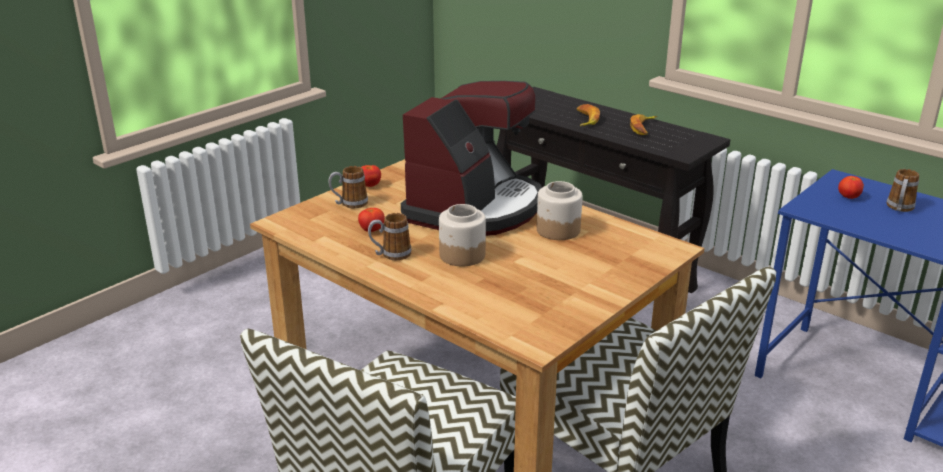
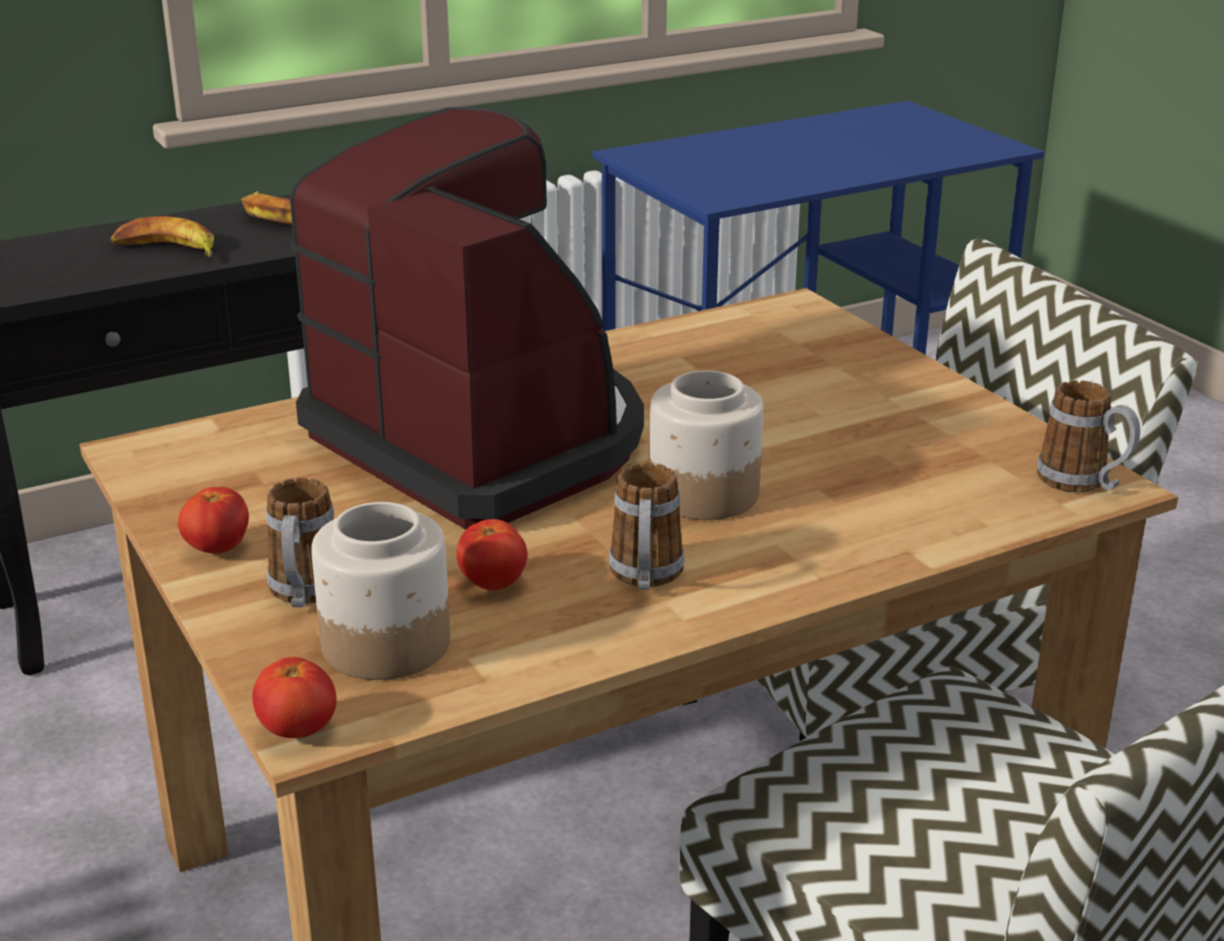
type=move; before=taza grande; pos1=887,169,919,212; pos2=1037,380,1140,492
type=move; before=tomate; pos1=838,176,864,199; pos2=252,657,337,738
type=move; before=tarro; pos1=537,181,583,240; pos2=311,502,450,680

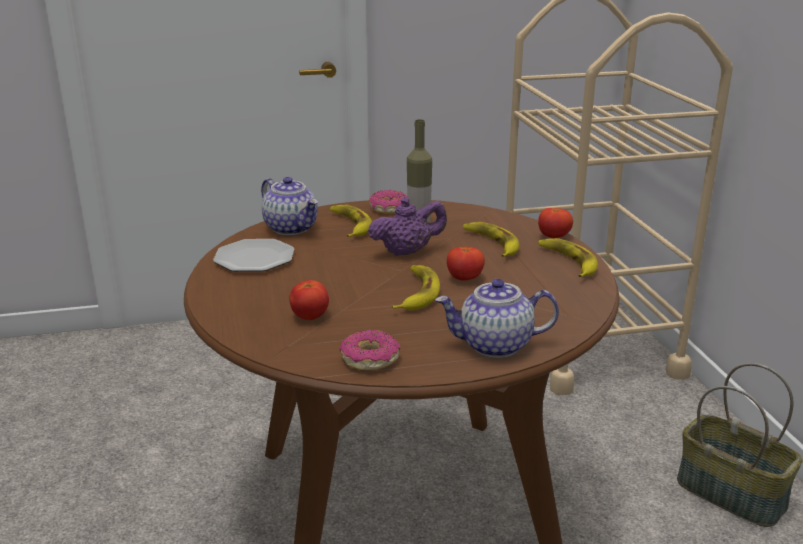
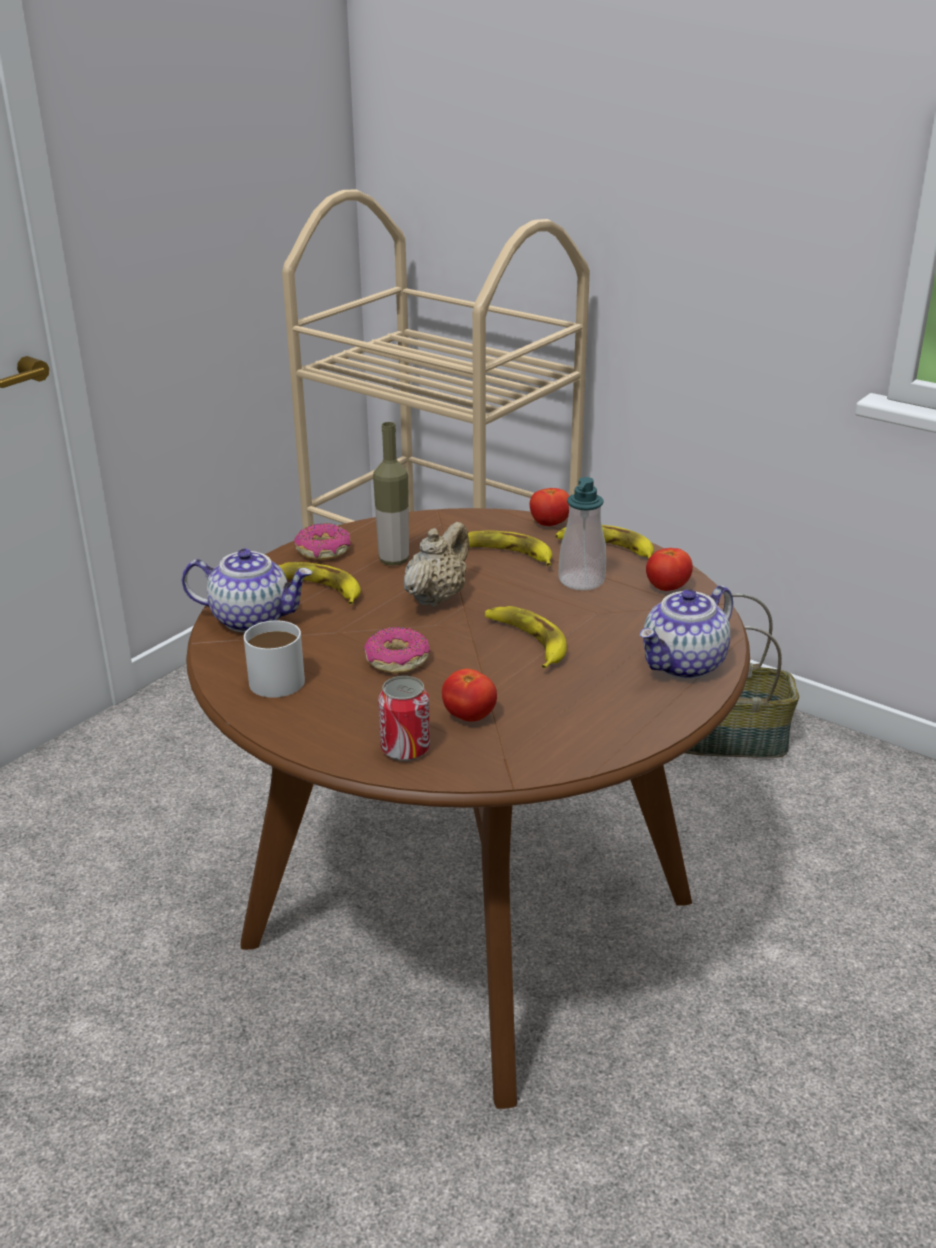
type=recolor; before=tetera (morado); after=tetera (beis); pos1=368,197,447,256; pos2=404,522,469,607
type=replace; before=plato; after=taza grande (blanco); pos1=213,239,295,272; pos2=244,620,305,698
type=move; before=tomate; pos1=447,247,485,281; pos2=646,548,693,591
type=move; before=rosquilla; pos1=339,330,400,370; pos2=363,627,430,673
type=insert; after=dispensador de jabón; pos2=558,477,606,590
type=insert; after=lata; pos2=378,676,430,761

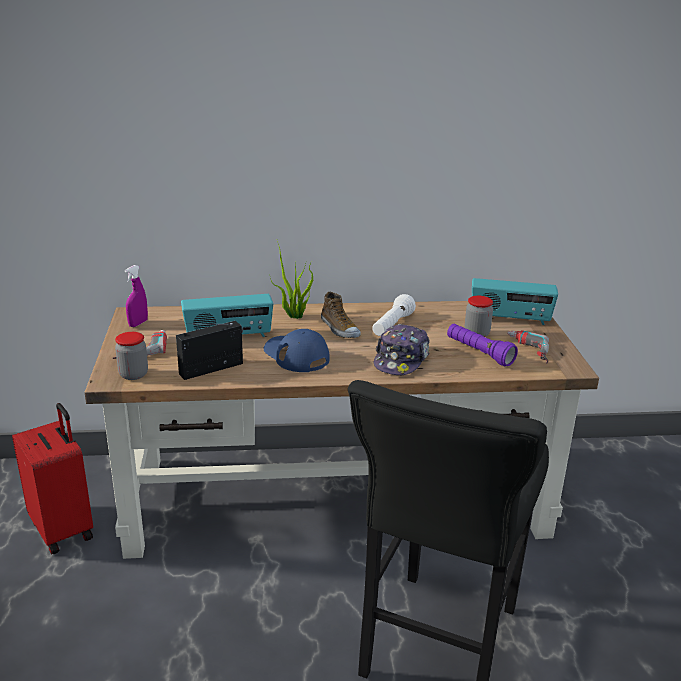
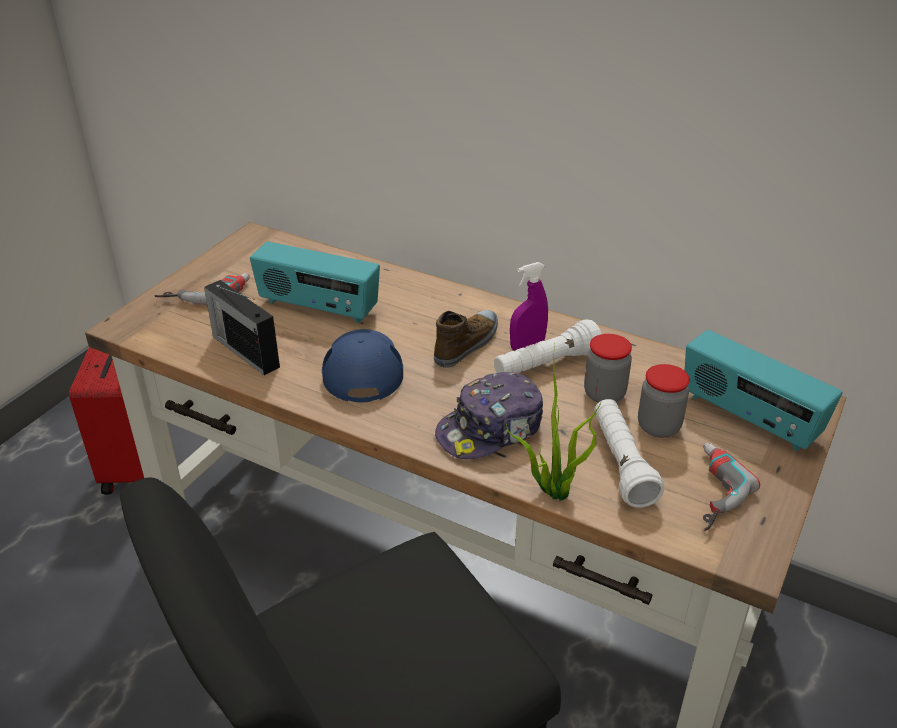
type=move; before=planta en maceta; pos1=270,241,313,319; pos2=505,344,602,501
type=move; before=pulverizador (morado); pos1=125,265,148,327; pos2=510,262,548,351
type=rotate; before=zapato; pos1=321,292,361,338; pos2=434,310,498,368; turn=-150
type=rotate; before=radio; pos1=176,321,243,380; pos2=204,280,280,375; turn=-135
type=recolor; before=linterna (morado); after=linterna (blanco); pos1=447,324,518,366; pos2=594,399,664,508
type=move; before=tarro; pos1=115,332,148,380; pos2=584,334,632,403

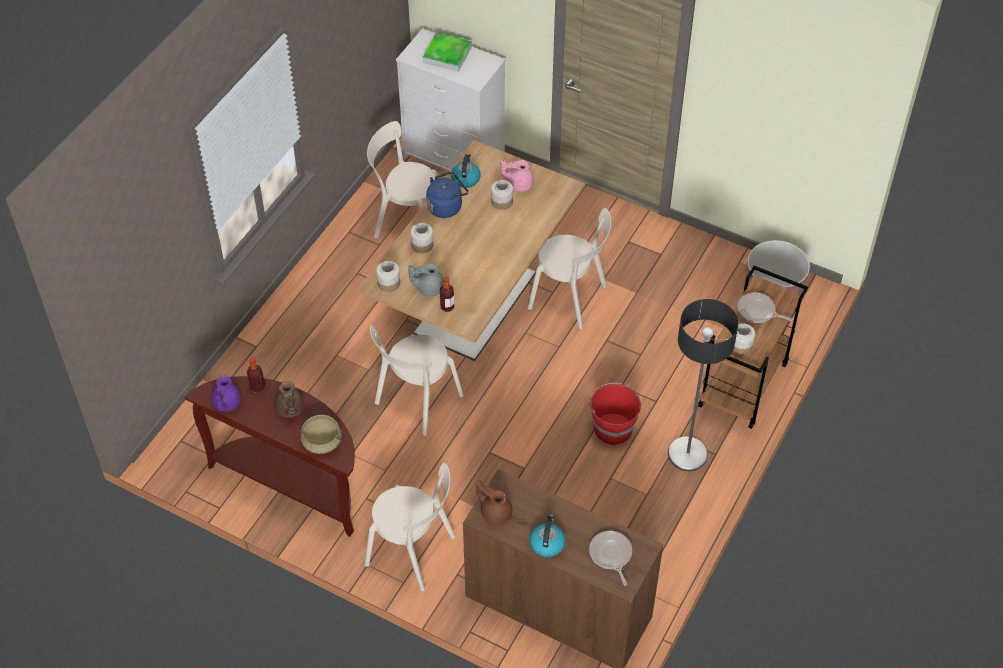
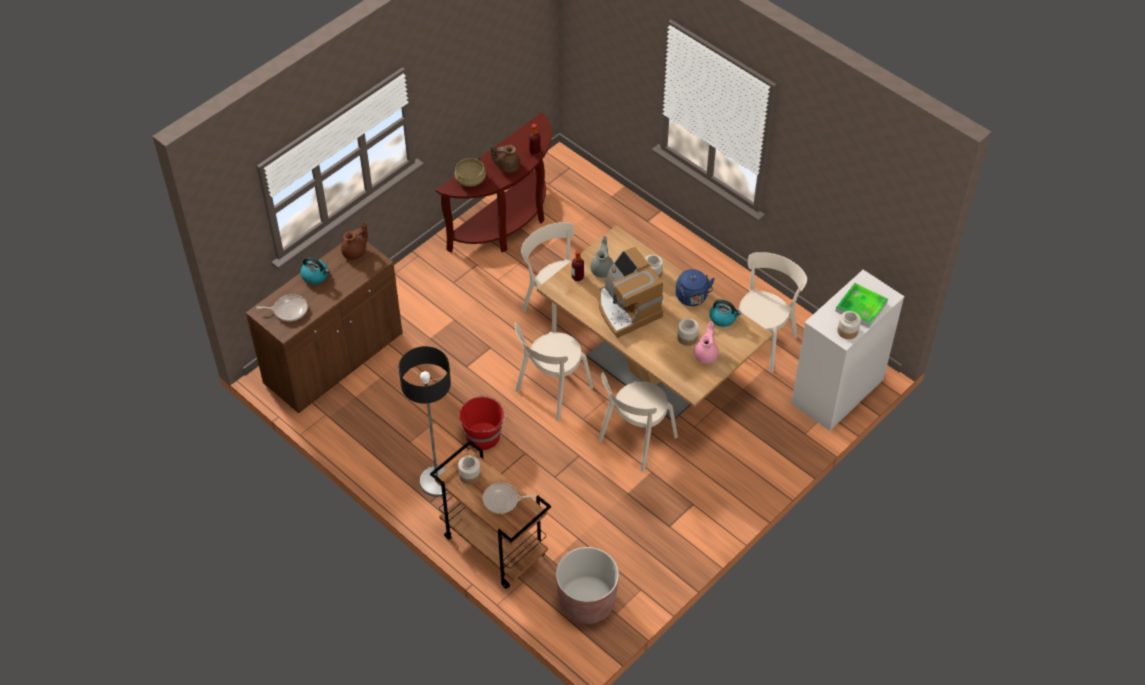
type=move; before=tarro; pos1=376,261,400,292; pos2=837,311,861,339
type=rotate; before=sartén; pos1=738,293,793,323; pos2=482,483,537,514; turn=-135
type=delete; before=tetera (morado); pos1=211,376,241,411
type=move; before=silla (beis); pos1=364,463,455,591; pos2=515,322,593,421
type=insert; after=cafetera; pos2=598,247,663,338

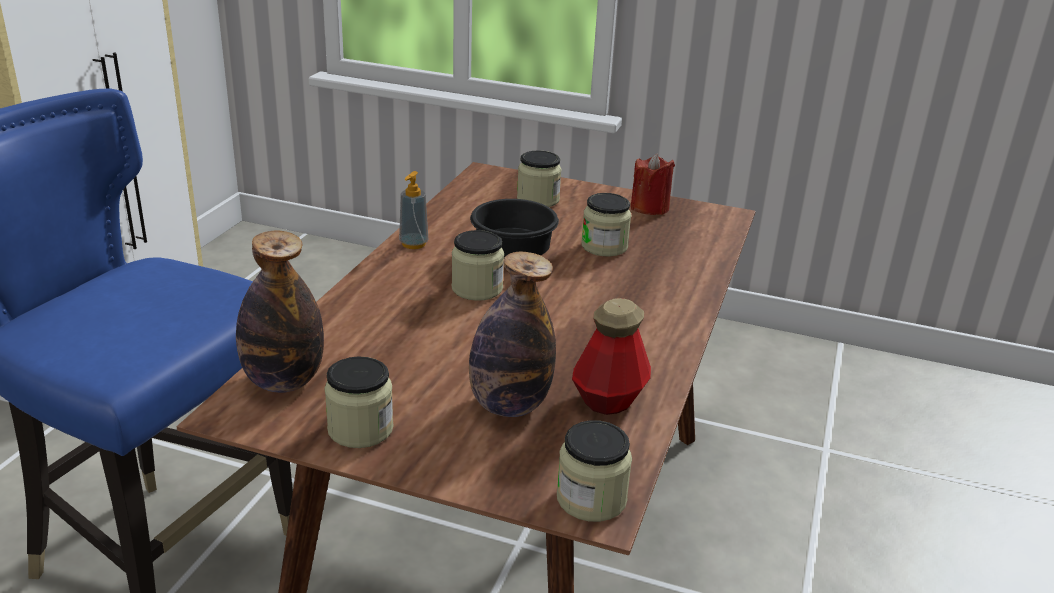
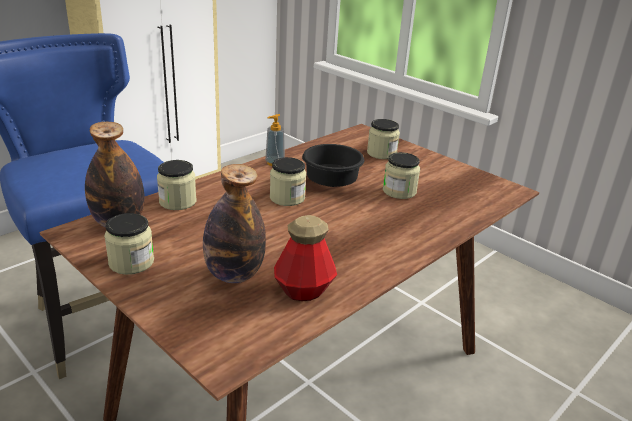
type=delete; before=vela (rojo); pos1=631,153,675,215
type=move; before=tarro; pos1=557,420,632,522; pos2=157,160,197,210

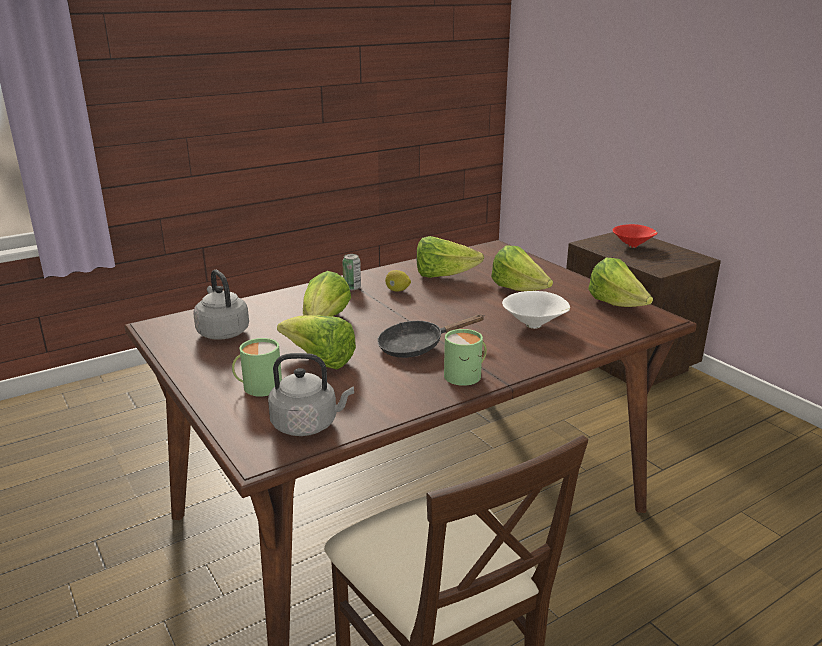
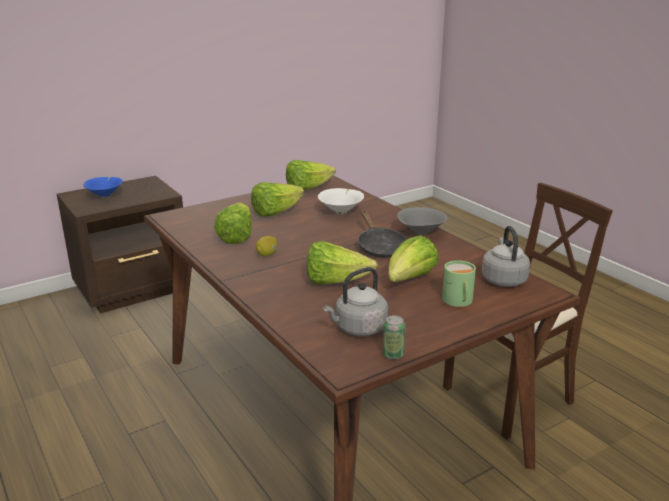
type=recolor; before=cuenco (rojo); after=cuenco (azul); pos1=613,224,657,248; pos2=83,177,123,198
type=move; before=lata; pos1=342,254,361,290; pos2=383,315,406,359
type=replace; before=taza grande (verde); after=cuenco (gris); pos1=444,329,487,386; pos2=397,207,448,235

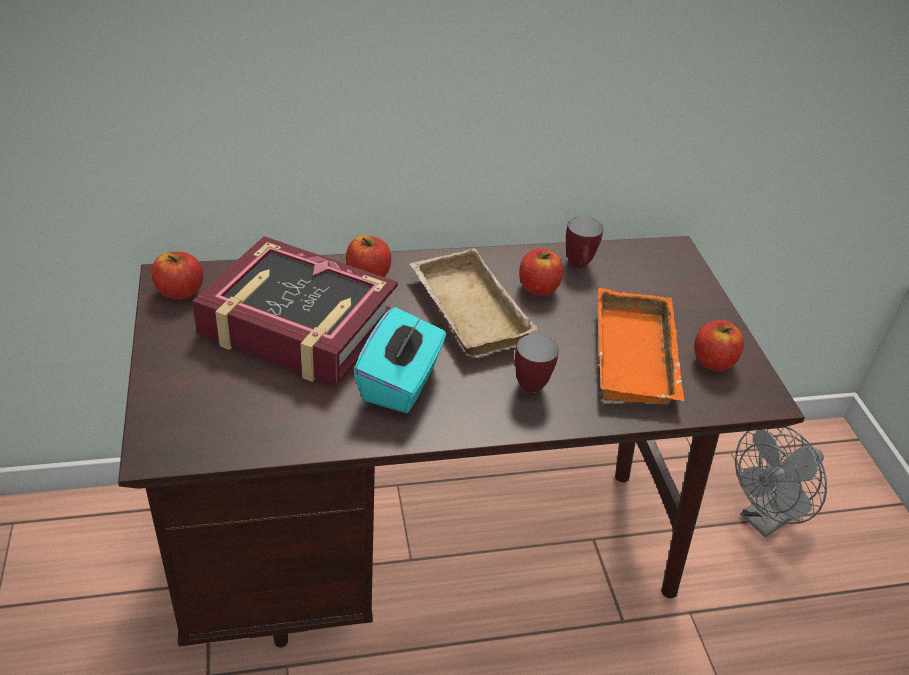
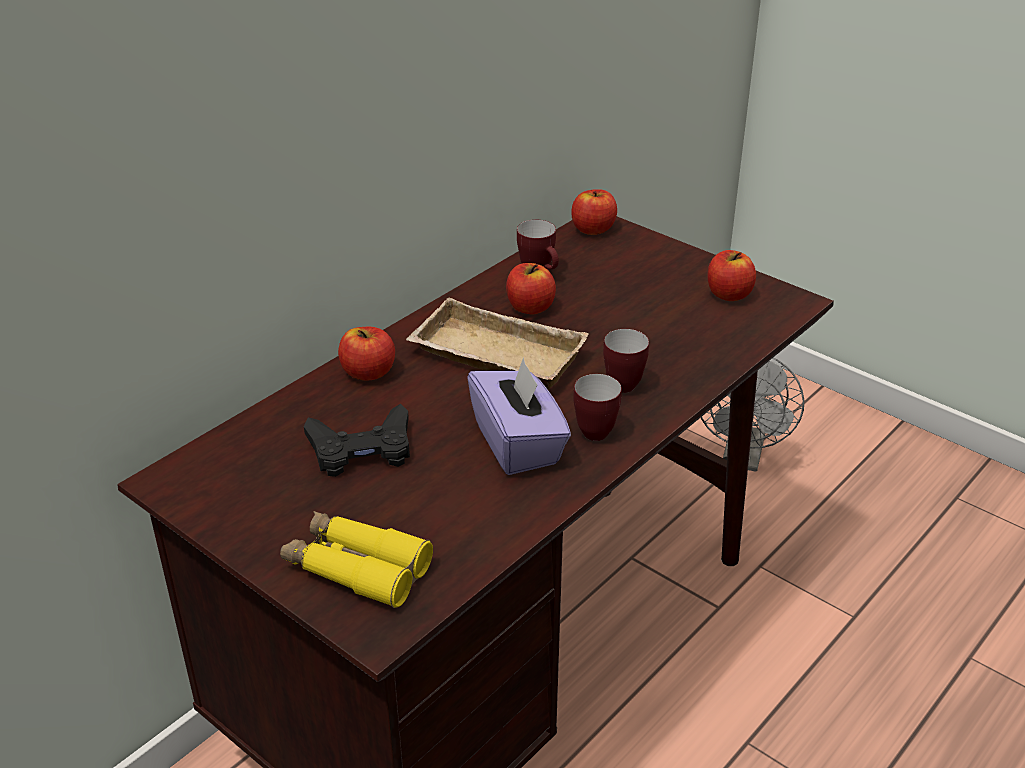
type=replace; before=libro; after=mando de consola (negro); pos1=192,236,398,387; pos2=304,404,410,477
type=move; before=manzana; pos1=152,251,203,299; pos2=571,189,617,235
type=delete; before=bandeja (naranja); pos1=598,288,684,404
type=recolor; before=caja de pañuelos (turquesa); after=caja de pañuelos (morado); pos1=354,307,446,413; pos2=467,357,571,475
type=insert; after=taza grande; pos2=573,374,622,441
type=insert; after=prismáticos (amarillo); pos2=280,511,433,608

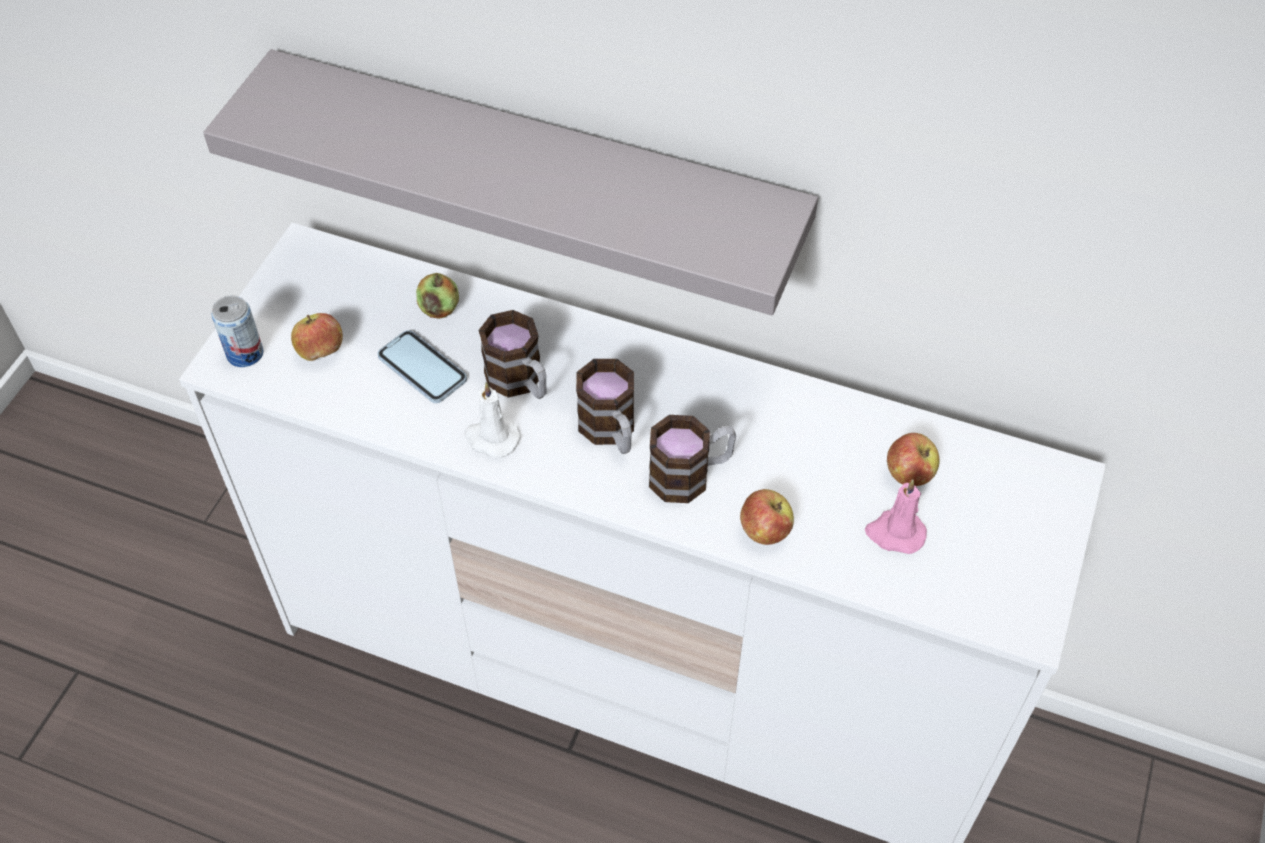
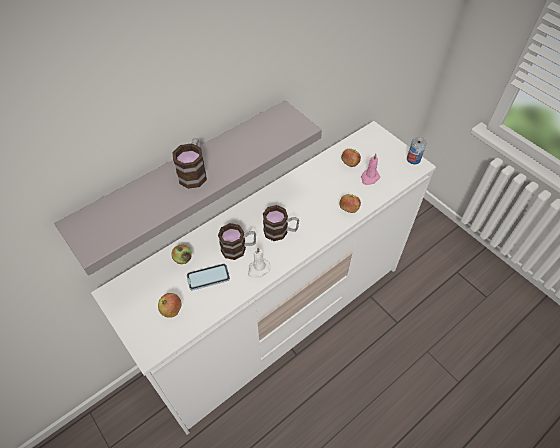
type=move; before=lata; pos1=211,295,263,367; pos2=407,136,427,164
type=move; before=taza grande; pos1=649,415,736,503; pos2=172,138,207,189

